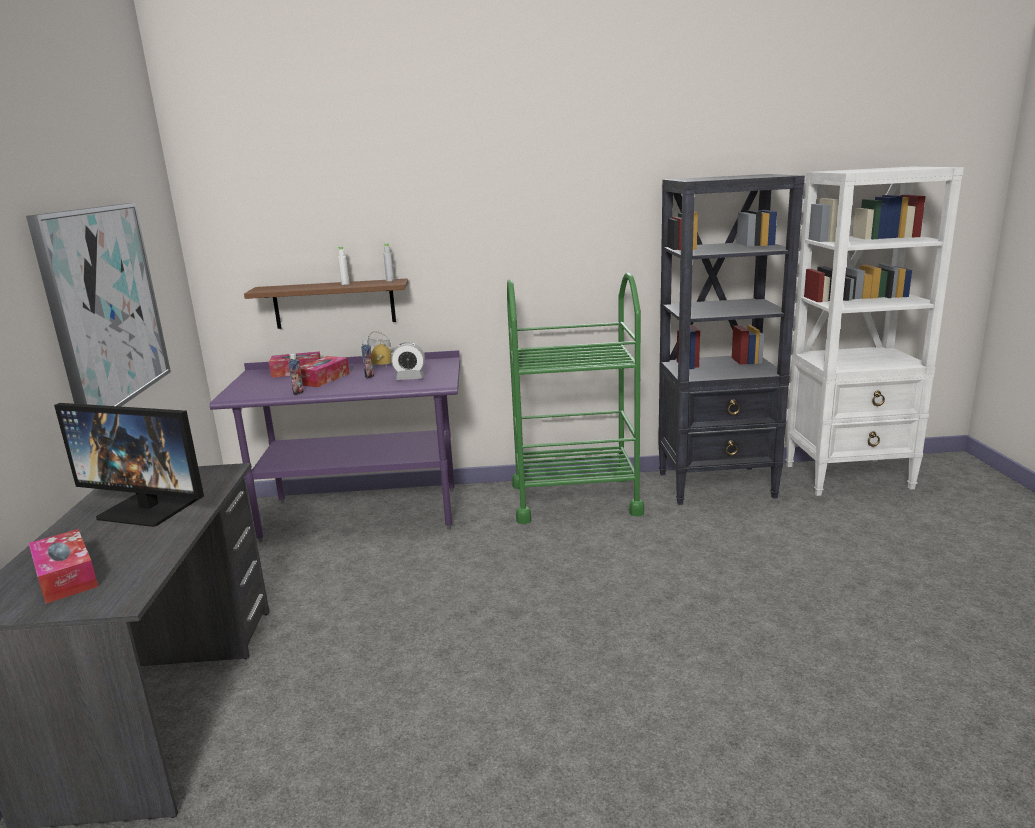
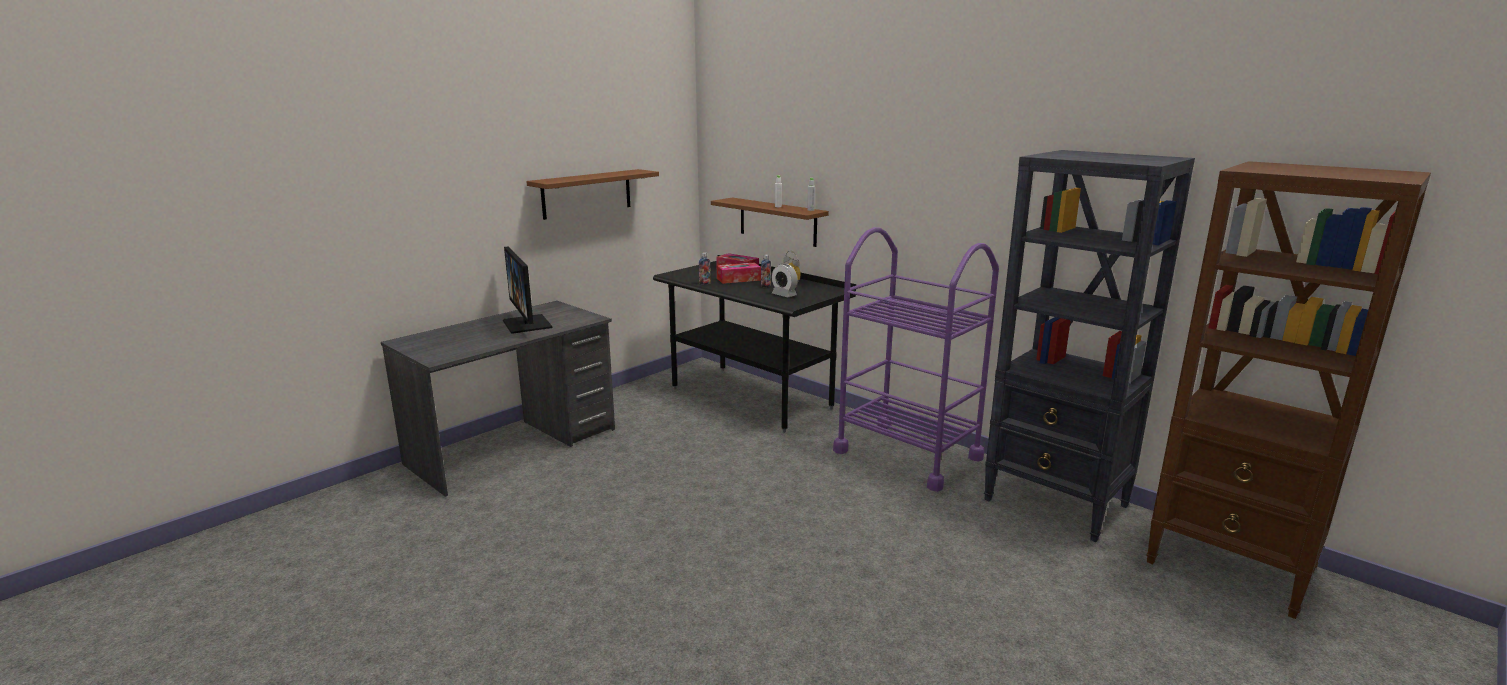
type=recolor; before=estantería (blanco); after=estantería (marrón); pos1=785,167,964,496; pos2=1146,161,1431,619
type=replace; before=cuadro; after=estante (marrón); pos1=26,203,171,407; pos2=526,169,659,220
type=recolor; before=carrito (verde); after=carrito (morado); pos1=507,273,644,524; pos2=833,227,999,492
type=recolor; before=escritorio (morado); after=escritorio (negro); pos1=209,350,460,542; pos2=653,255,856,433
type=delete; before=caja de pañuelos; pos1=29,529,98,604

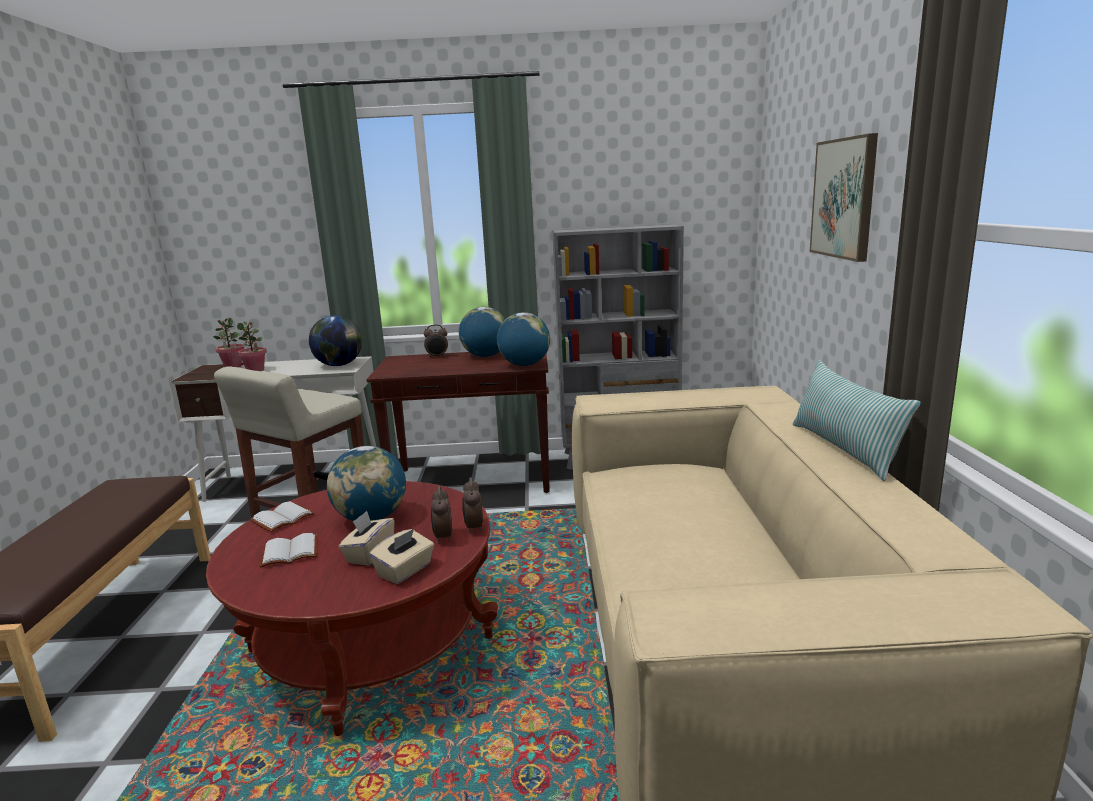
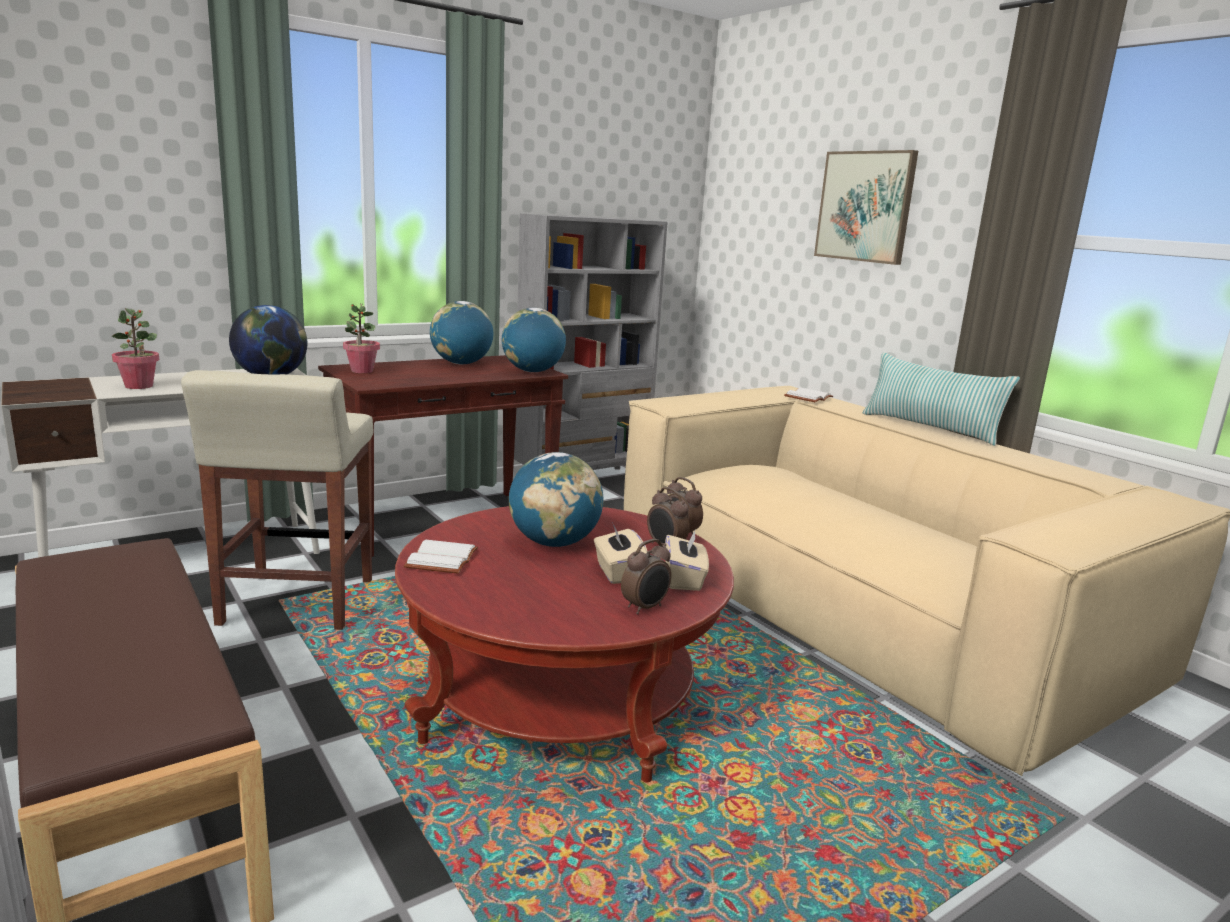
type=move; before=planta en maceta; pos1=213,318,244,367; pos2=343,303,380,373
type=move; before=despertador; pos1=424,325,448,358; pos2=621,539,671,615
type=move; before=libro (blanco); pos1=260,533,318,568; pos2=784,388,833,402

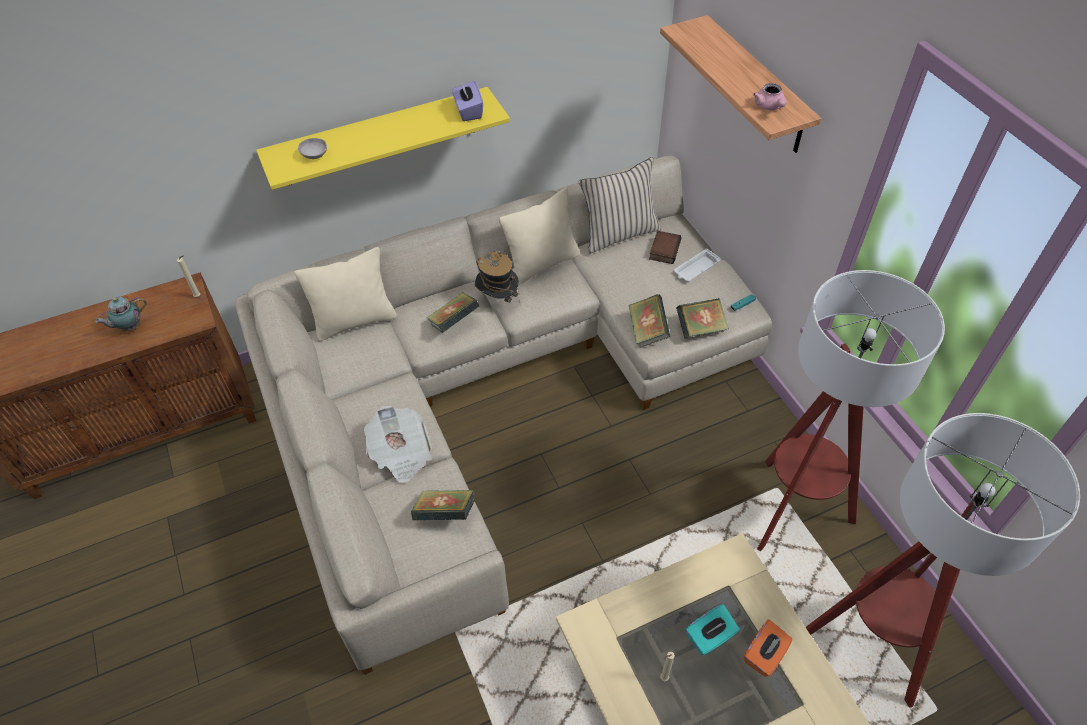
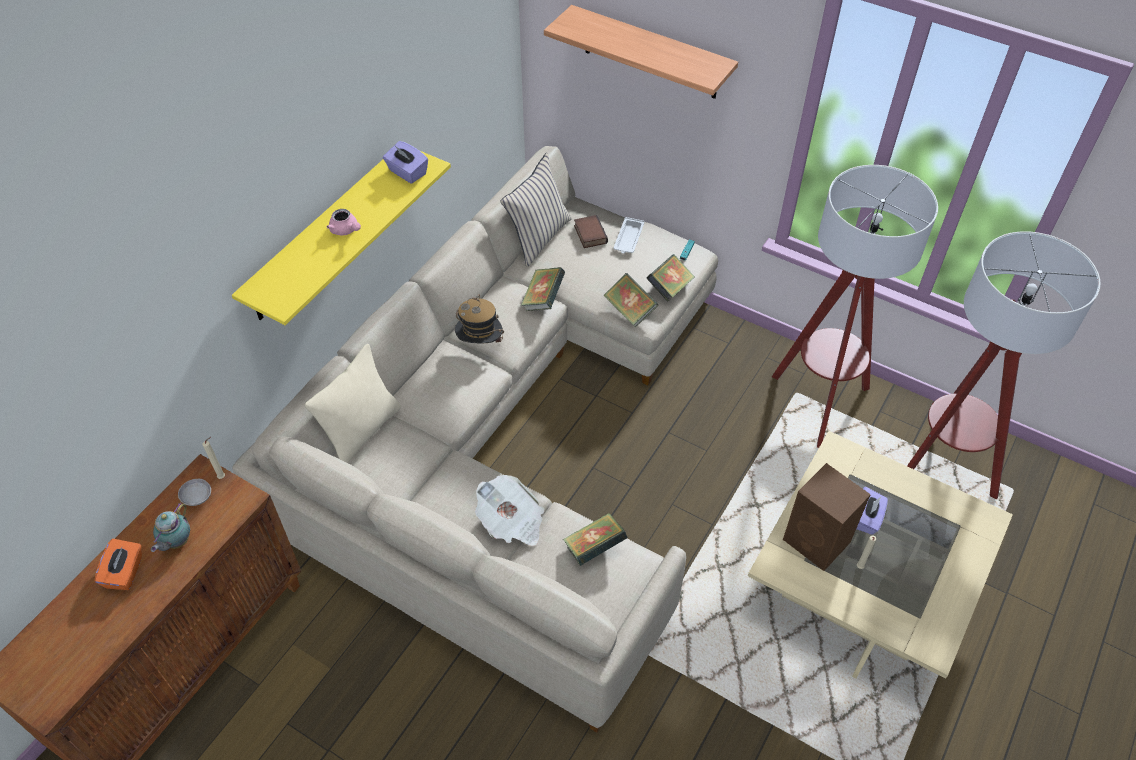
type=move; before=tetera (rosa); pos1=753,83,787,110; pos2=327,209,361,235
type=move; before=cuenco (gris); pos1=298,138,327,159; pos2=178,479,211,506
type=delete; before=cojín (beis); pos1=499,188,580,285
type=move; before=libro; pos1=427,293,479,333; pos2=521,267,565,311
type=recolor; before=caja de pañuelos (turquesa); after=caja de pañuelos (morado); pos1=686,604,739,656; pos2=856,487,888,535
type=move; before=caja de pañuelos (naranja); pos1=744,619,792,677; pos2=94,539,142,590
type=insert; after=altavoz (marrón); pos2=783,463,871,571

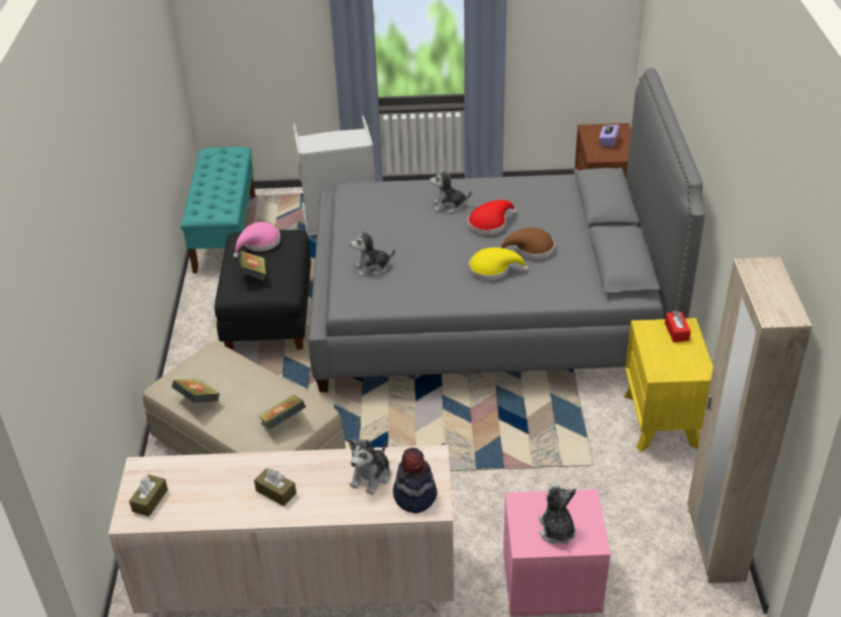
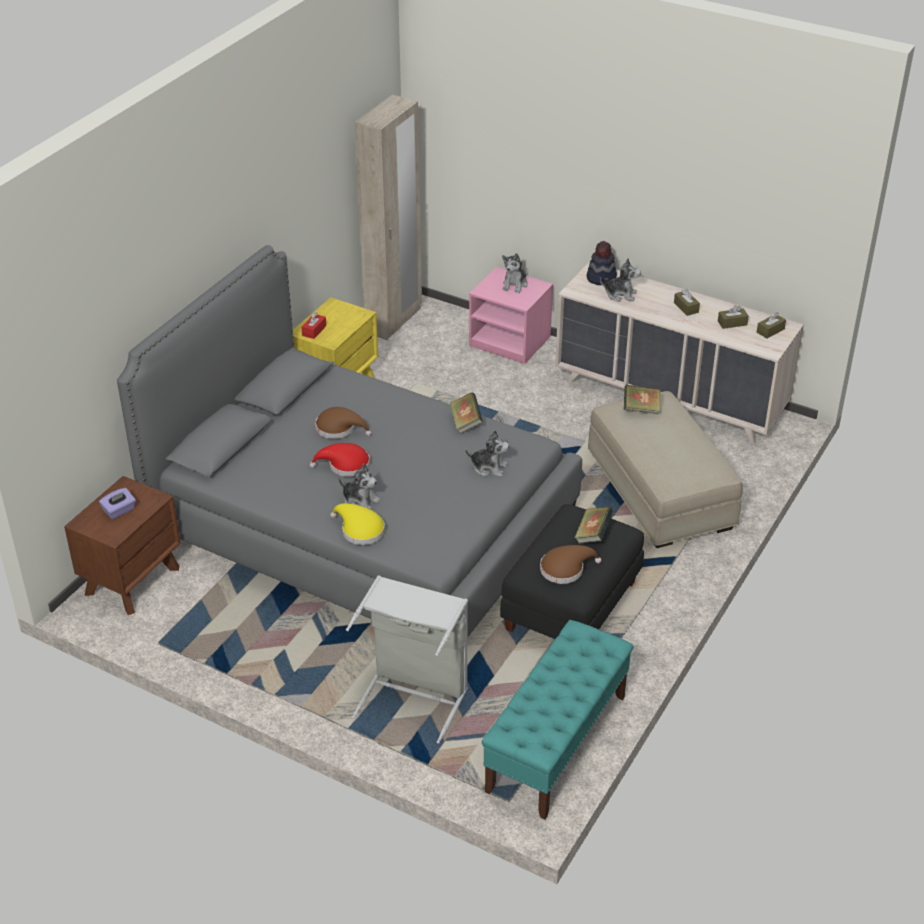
type=recolor; before=sombrero (rosa); after=sombrero (marrón); pos1=233,222,280,258; pos2=540,545,601,584
type=move; before=sombrero (amarillo); pos1=469,247,528,281; pos2=330,503,385,545
type=move; before=libro; pos1=172,379,220,403; pos2=449,392,483,434
type=rotate; before=peluche; pos1=348,438,391,495; pos2=600,258,641,302; turn=45
type=insert; after=caja de pañuelos (marrón); pos2=718,305,749,329

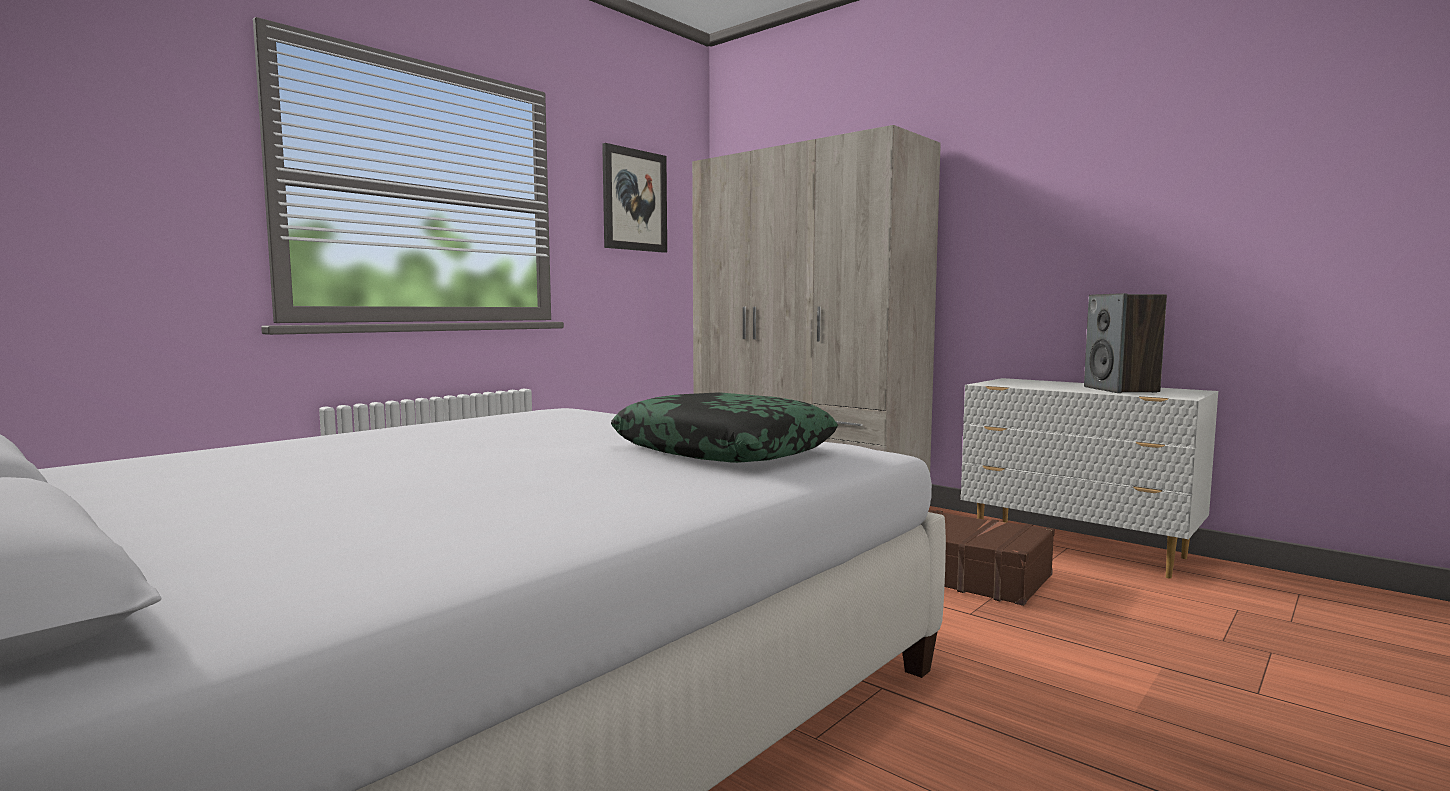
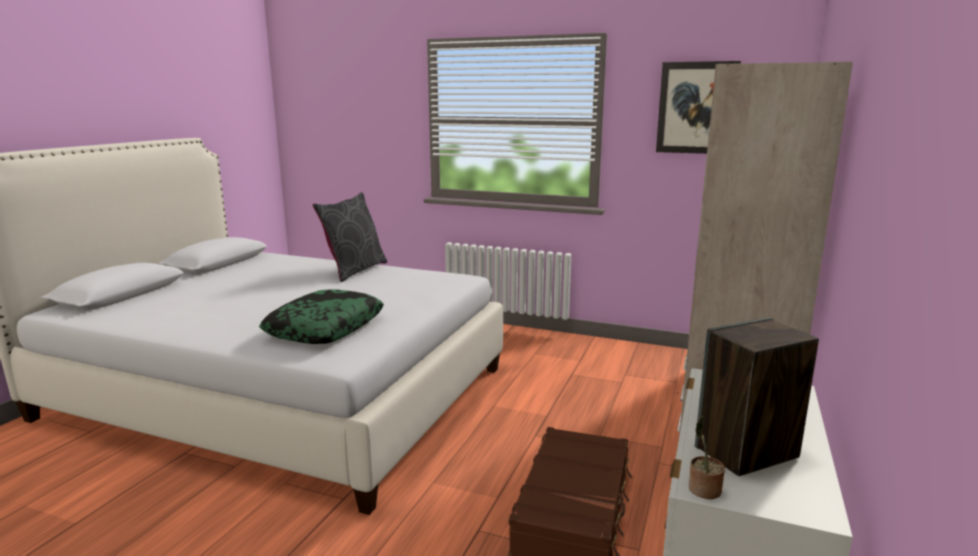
type=insert; after=cojín (gris); pos2=313,192,387,282
type=insert; after=planta en maceta; pos2=688,416,725,499

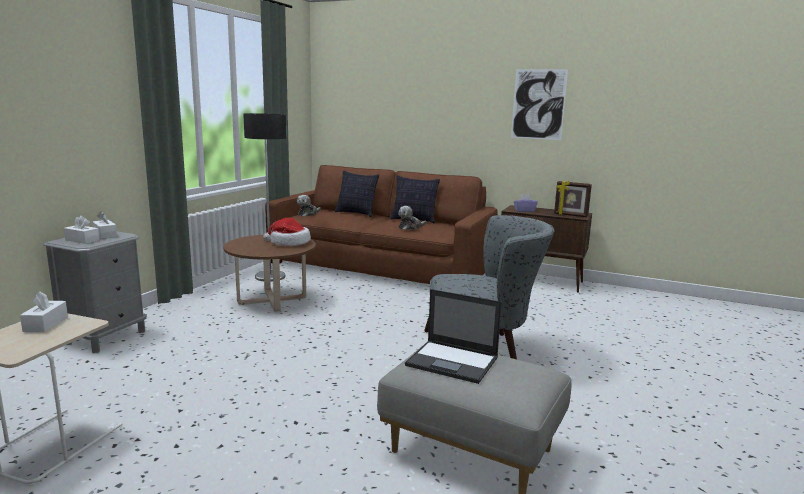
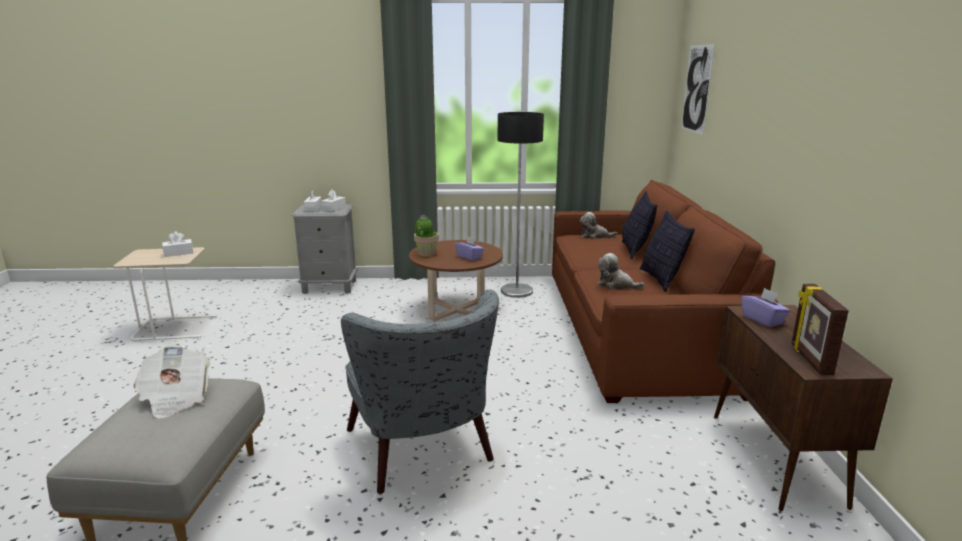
type=move; before=cuadro; pos1=511,69,568,140; pos2=681,44,715,135
type=replace; before=sombrero; after=caja de pañuelos (morado); pos1=263,218,311,246; pos2=455,236,484,261
type=replace; before=portátil; after=periódico; pos1=405,289,502,384; pos2=133,345,210,419
type=insert; after=planta en maceta; pos2=414,215,439,257

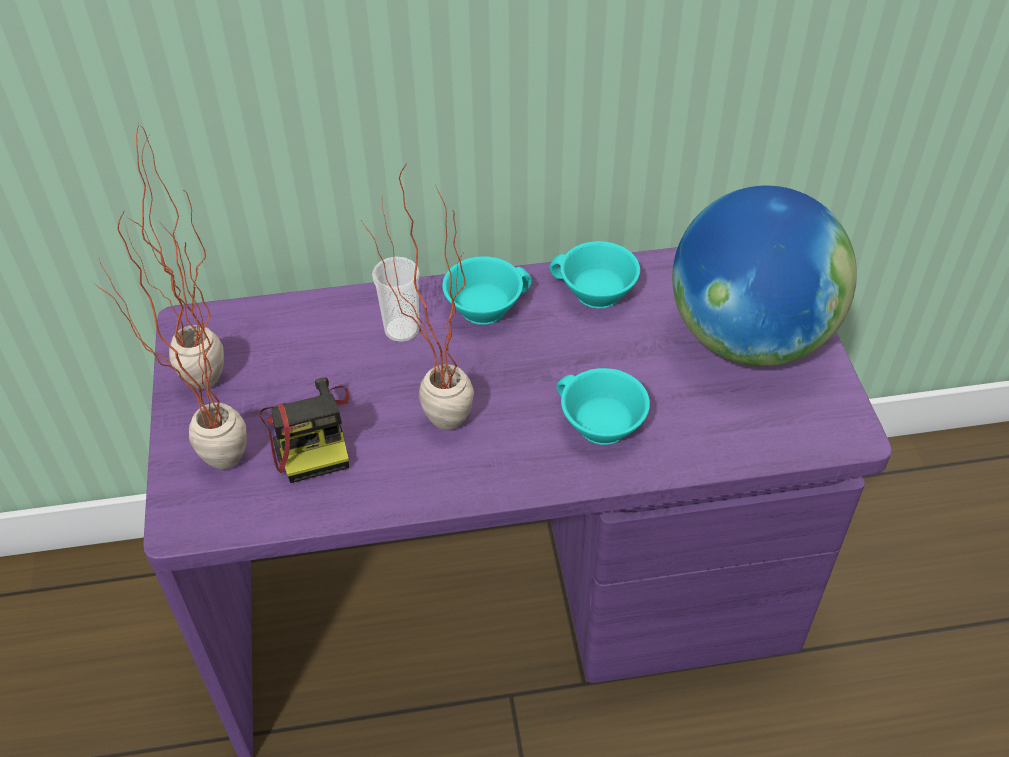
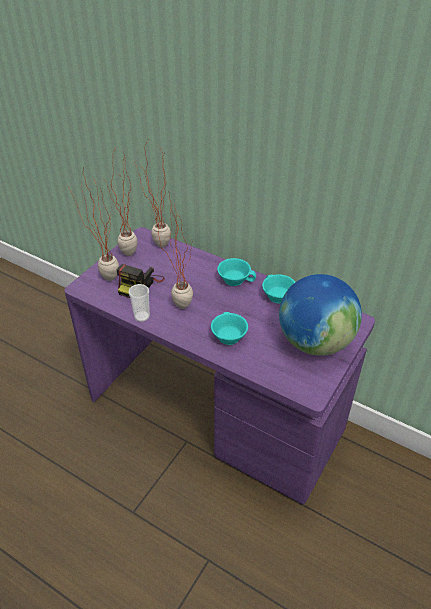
type=move; before=taza; pos1=372,256,420,342; pos2=129,284,150,322
type=insert; after=planta en maceta; pos2=134,141,171,248

